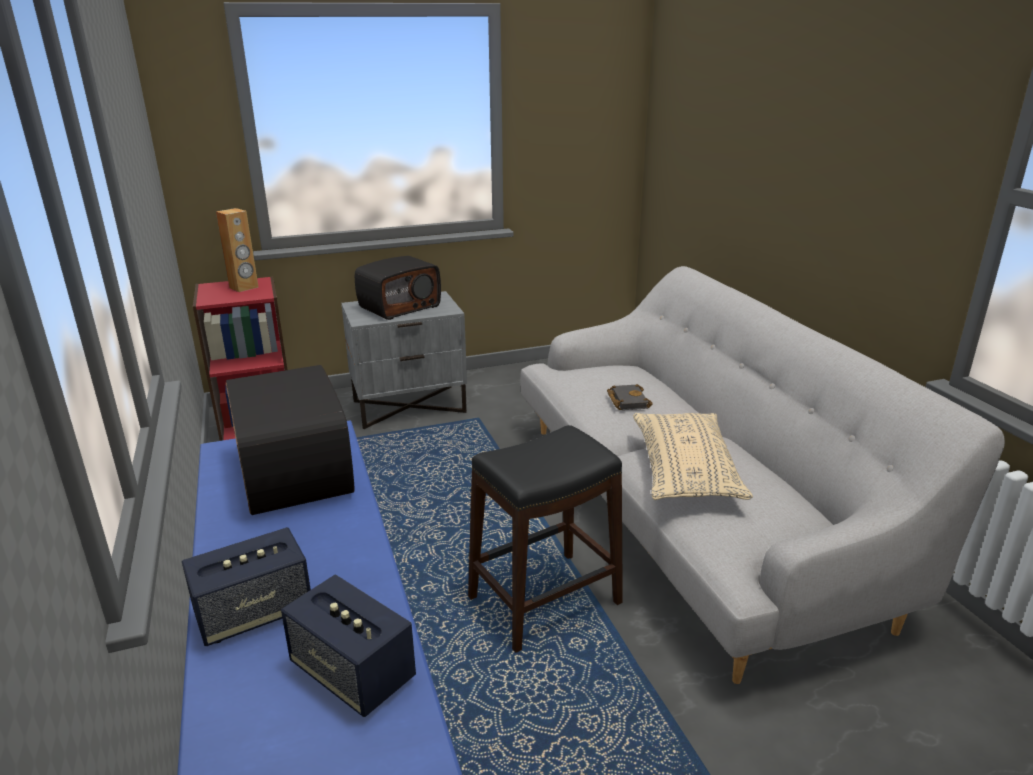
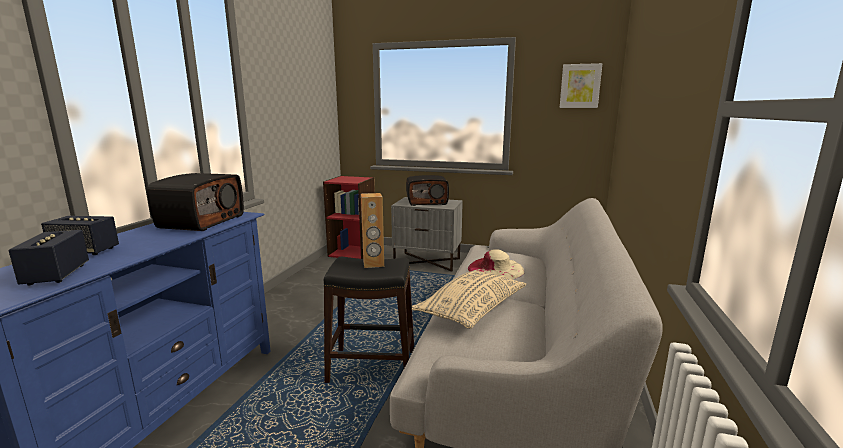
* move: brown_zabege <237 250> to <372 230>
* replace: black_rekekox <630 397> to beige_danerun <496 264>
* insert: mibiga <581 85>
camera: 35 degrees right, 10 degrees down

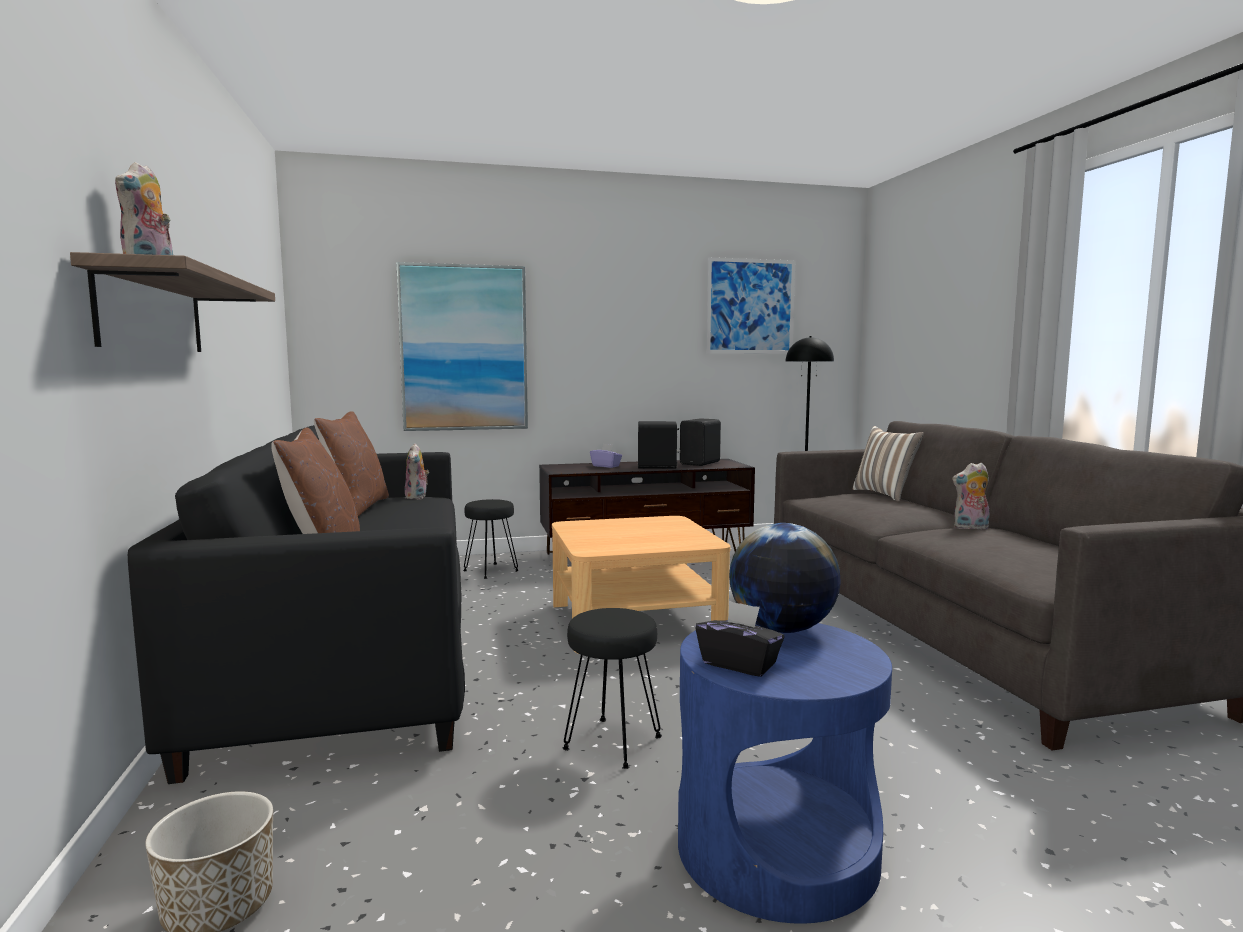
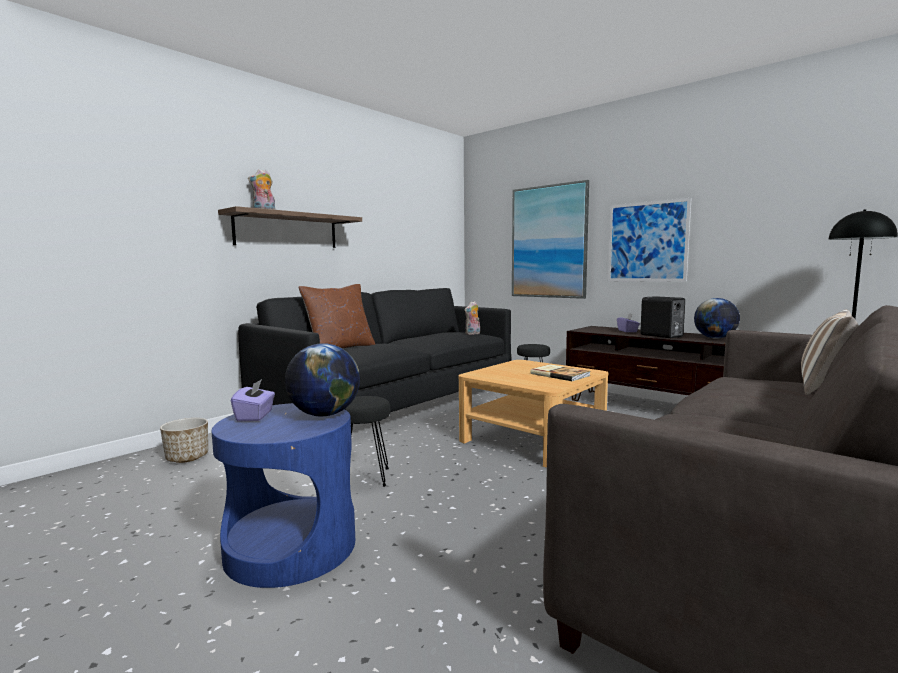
* recolor: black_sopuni <740 639> to purple_sopuni <253 400>
* insert: rekekox <560 372>
* move: mibiga <750 305> to <649 240>
* replace: black_zabege <700 442> to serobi <717 318>
* delete: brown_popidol <351 463>
* delete: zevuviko <971 496>
camera: 55 degrees right, 0 degrees up

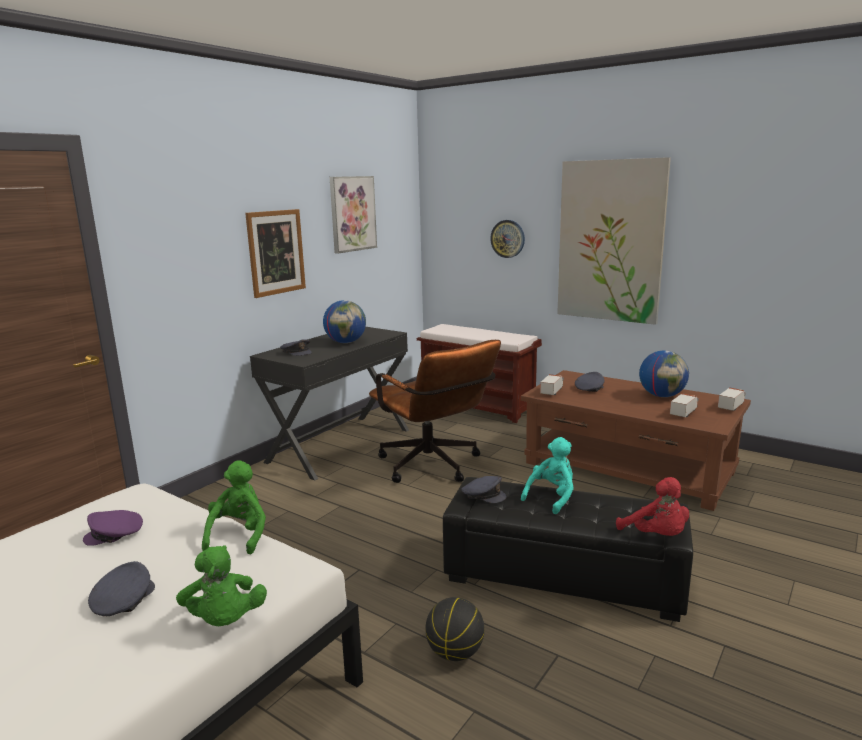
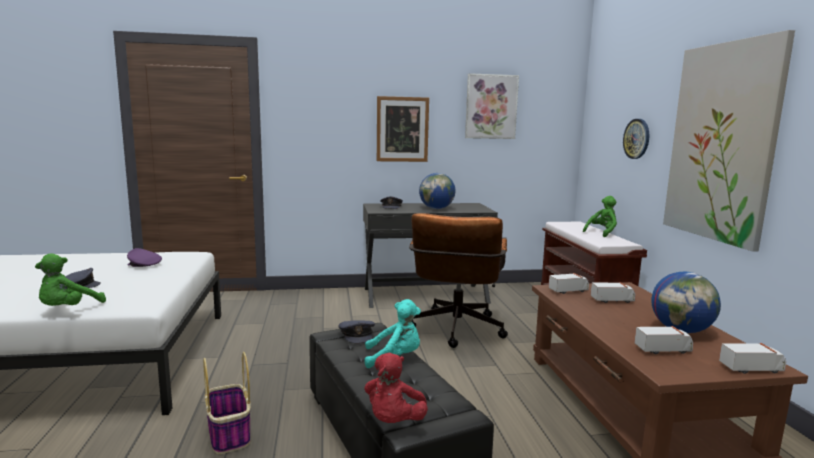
* replace: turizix <454 629> to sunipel <227 403>
* move: green_zevuviko <234 507> to <600 216>
* replace: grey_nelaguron <590 382> to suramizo <613 292>
camera: 45 degrees right, 5 degrees down

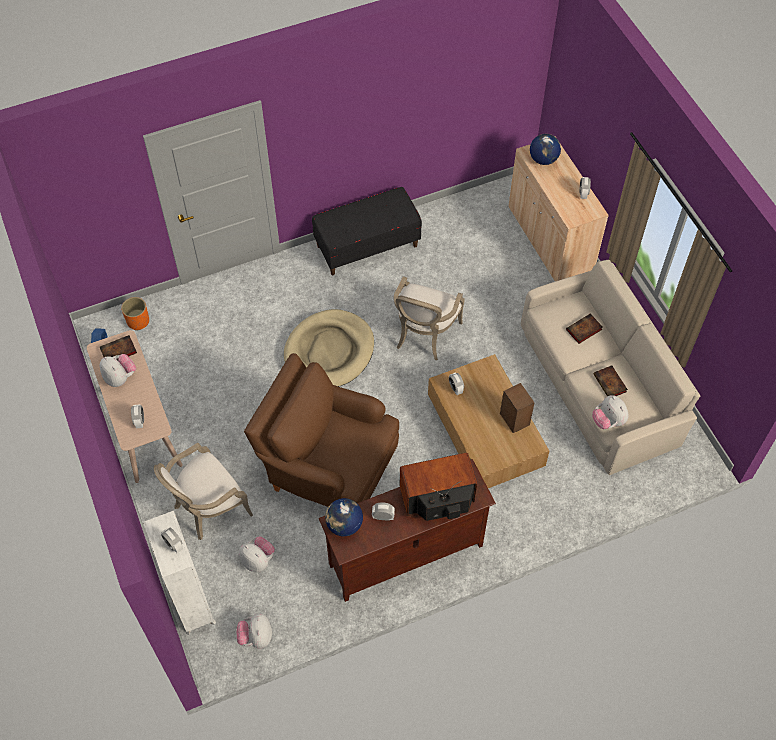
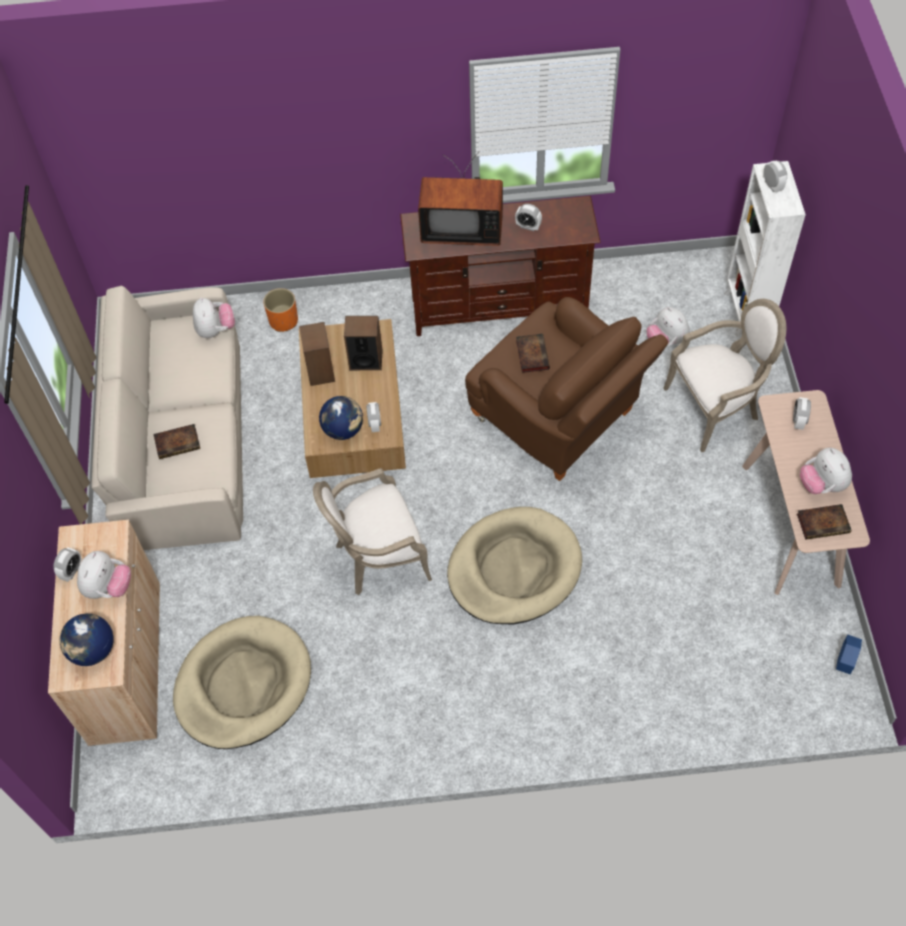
* move: zevuviko <254 630> to <104 575>
* insert: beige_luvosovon <242 682>
* move: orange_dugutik <135 314> to <280 310>
* rotate: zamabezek <429 318> = <372 531> 150 degrees counterclockwise
* move: serobi <344 517> to <341 418>
* insert: zabege <363 343>
* move: rekekox <611 380> to <533 353>
* delete: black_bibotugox <367 231>
camera: 160 degrees left, 0 degrees up

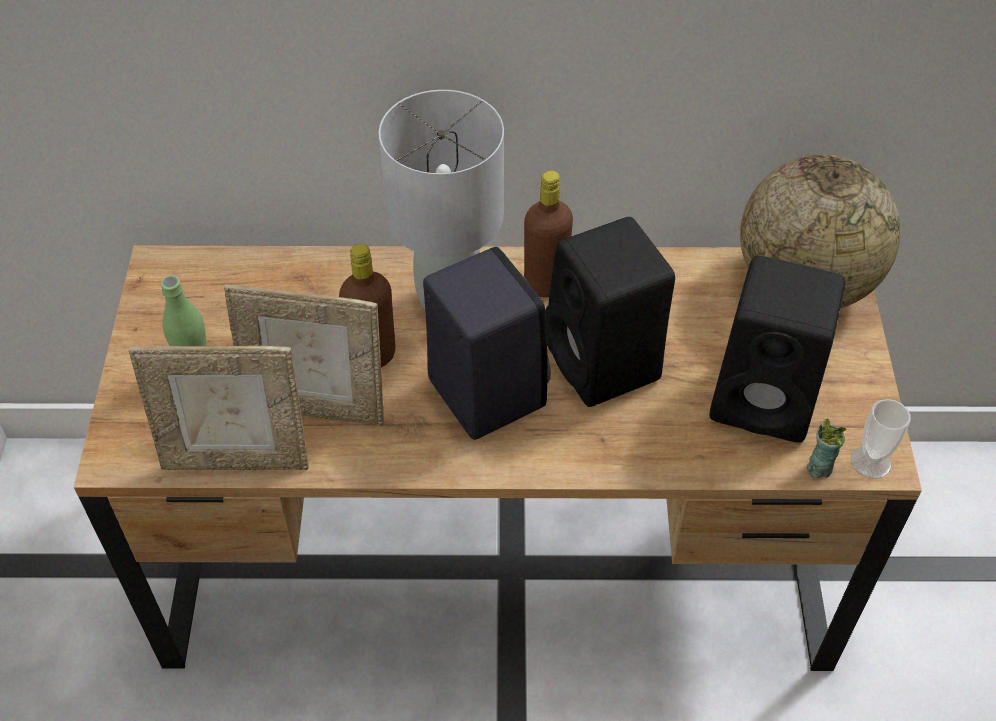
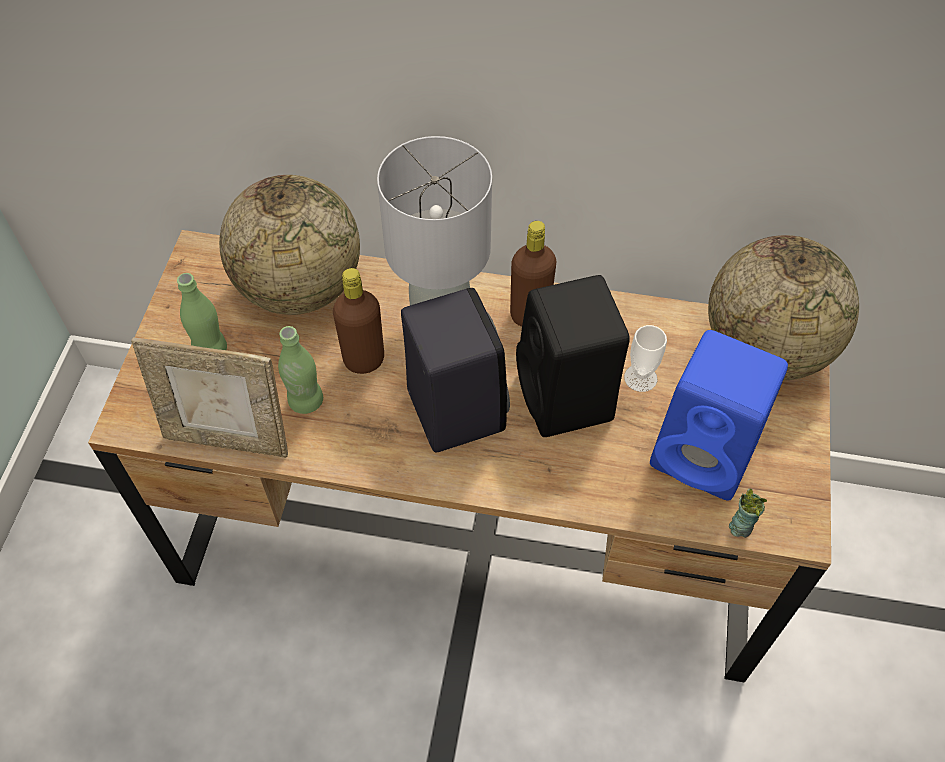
* insert: serobi <289 245>
* replace: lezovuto <304 355> to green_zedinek <300 370>
* move: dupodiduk <881 439> to <645 358>
* recolor: black_zabege <777 349> to blue_zabege <719 415>
camera: 10 degrees right, 5 degrees up

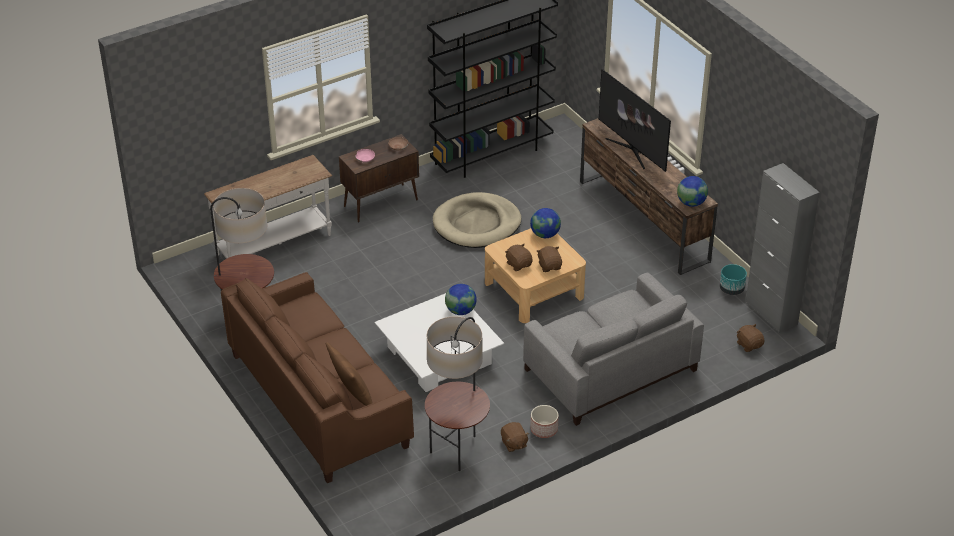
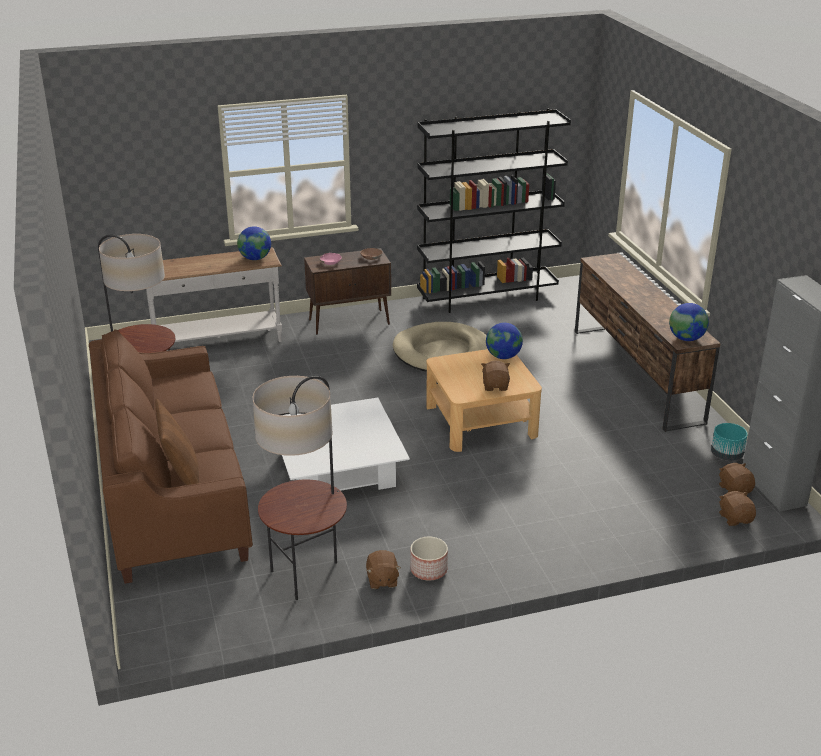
* move: serobi <461 299> to <254 243>
* move: brown_zevuviko <519 257> to <737 478>
* delete: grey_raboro <613 349>
* delete: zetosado <635 120>
camera: 15 degrees right, 10 degrees down

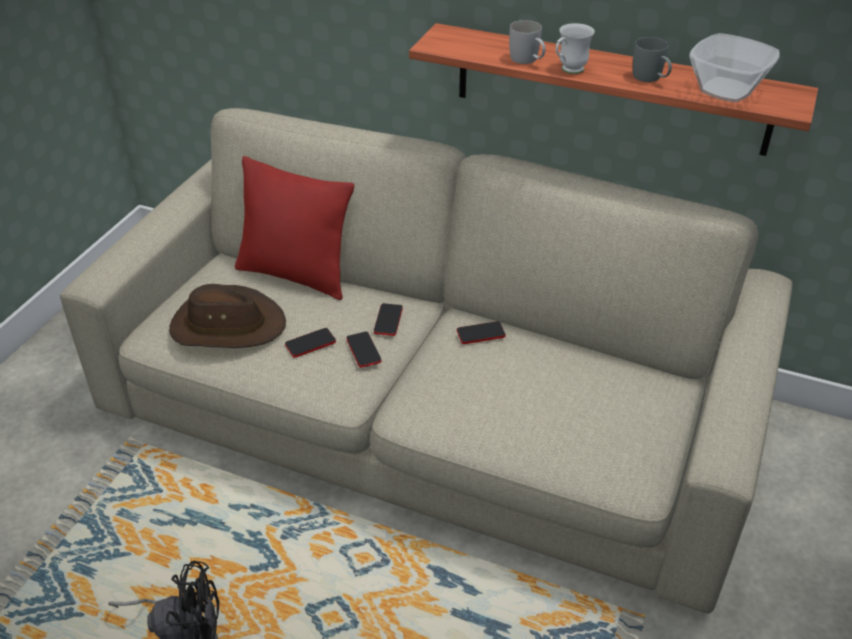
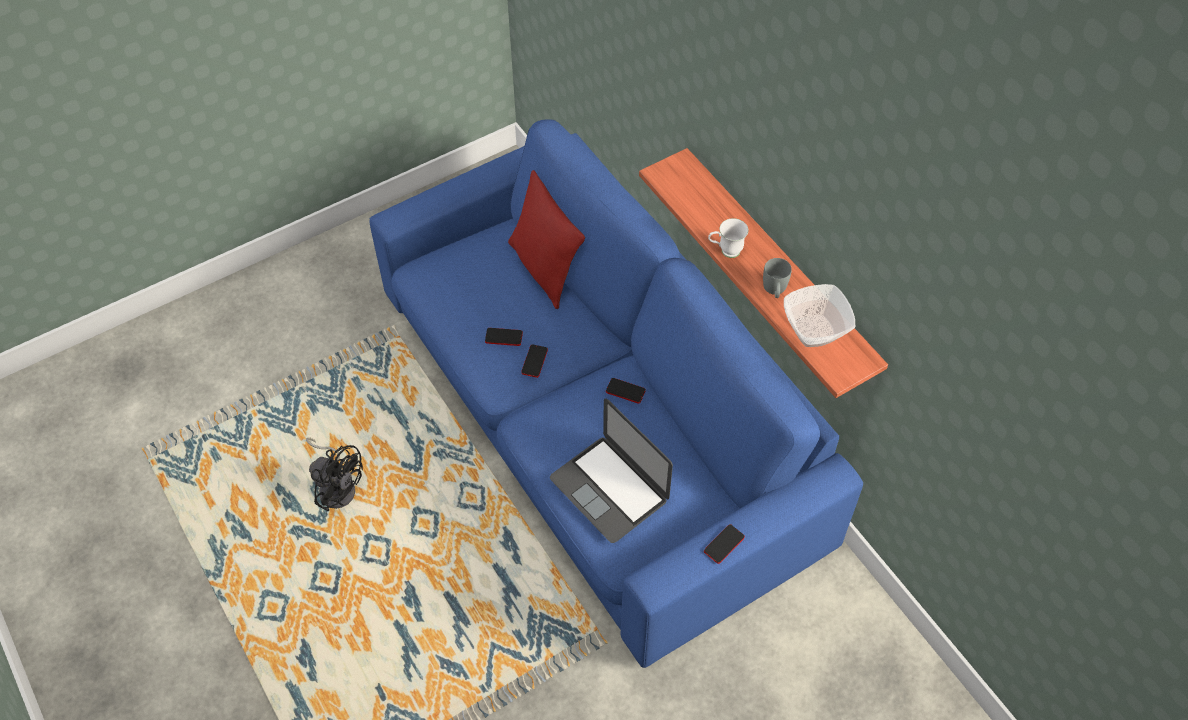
* recolor: beige_raboro <426 361> to blue_raboro <616 393>
* insert: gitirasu <611 470>
* move: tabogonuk <388 319> to <724 544>
* delete: brown_danerun <227 316>
* delete: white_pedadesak <527 42>
camera: 35 degrees right, 15 degrees up

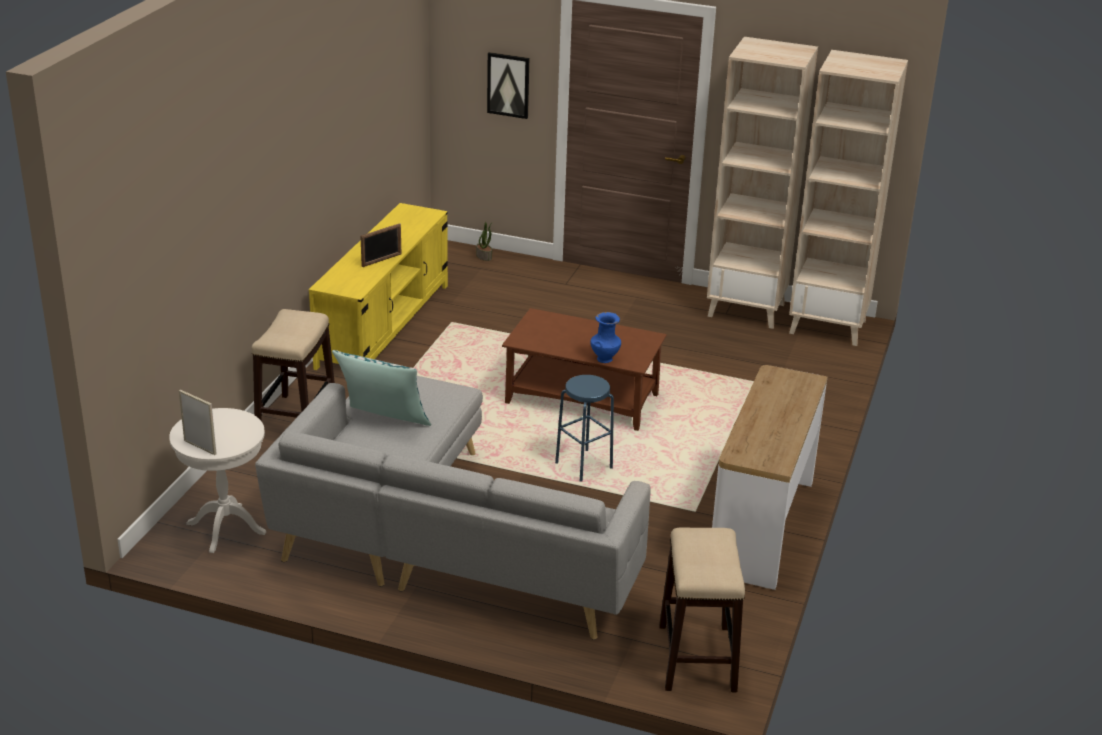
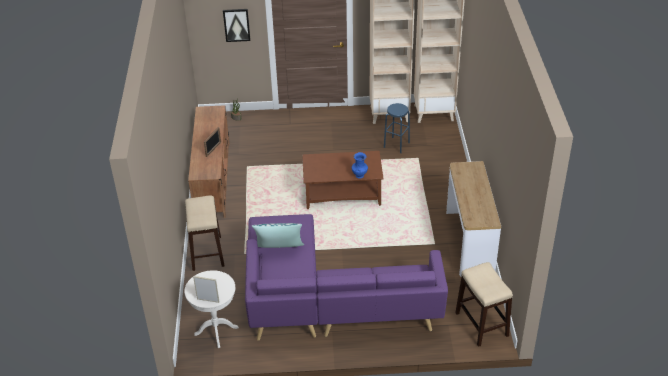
* recolor: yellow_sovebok <378 286> to brown_sovebok <209 161>
* recolor: grey_raboro <453 508> to purple_raboro <346 277>
* move: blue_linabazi <584 428> to <397 128>
camera: 20 degrees left, 10 degrees up

